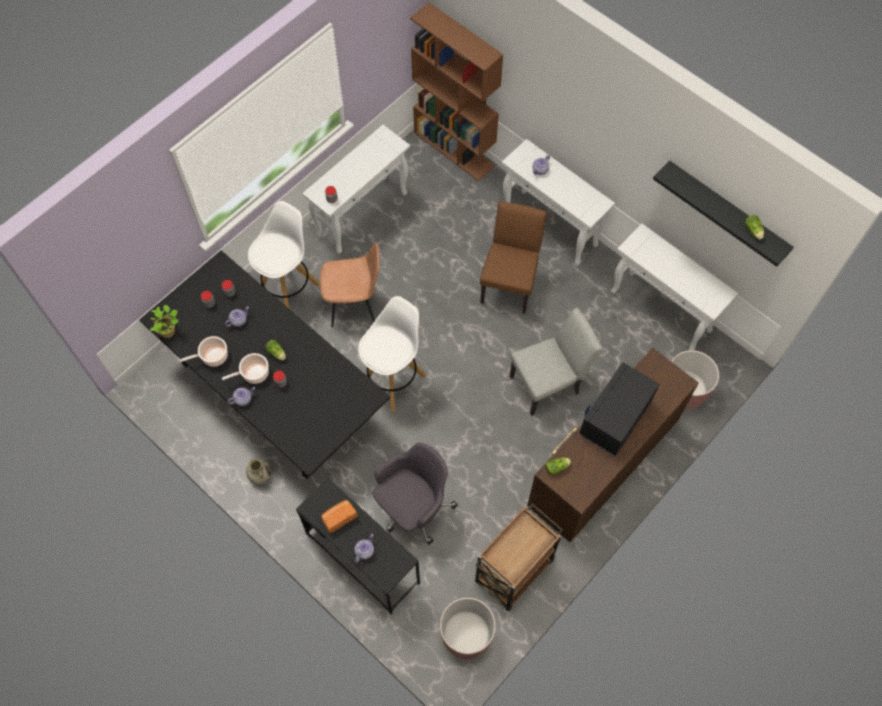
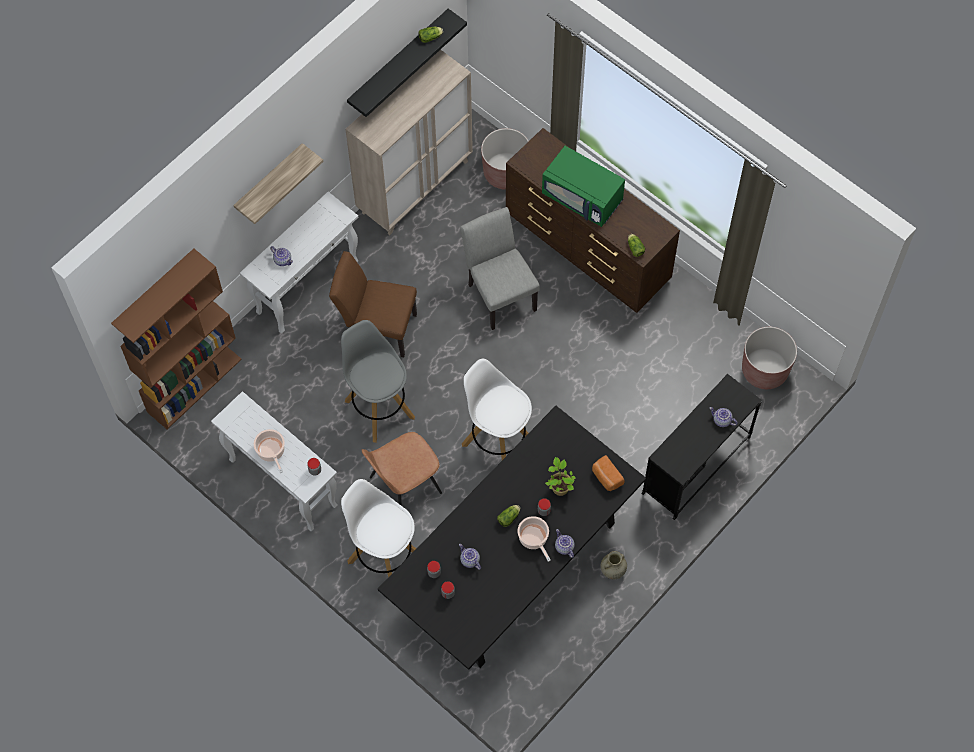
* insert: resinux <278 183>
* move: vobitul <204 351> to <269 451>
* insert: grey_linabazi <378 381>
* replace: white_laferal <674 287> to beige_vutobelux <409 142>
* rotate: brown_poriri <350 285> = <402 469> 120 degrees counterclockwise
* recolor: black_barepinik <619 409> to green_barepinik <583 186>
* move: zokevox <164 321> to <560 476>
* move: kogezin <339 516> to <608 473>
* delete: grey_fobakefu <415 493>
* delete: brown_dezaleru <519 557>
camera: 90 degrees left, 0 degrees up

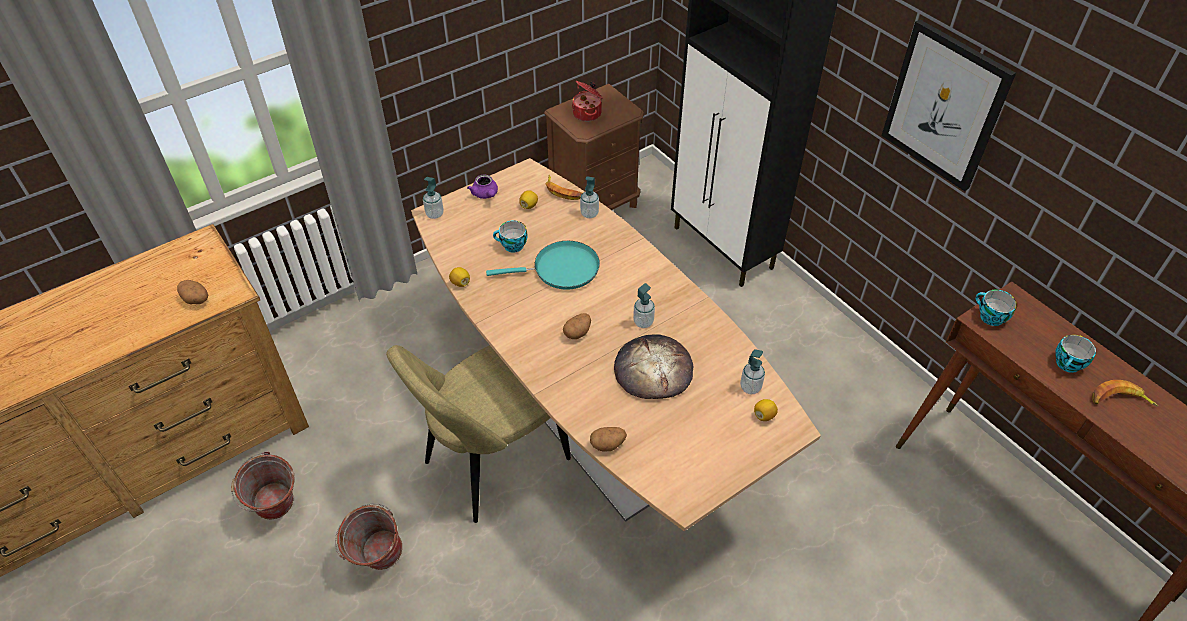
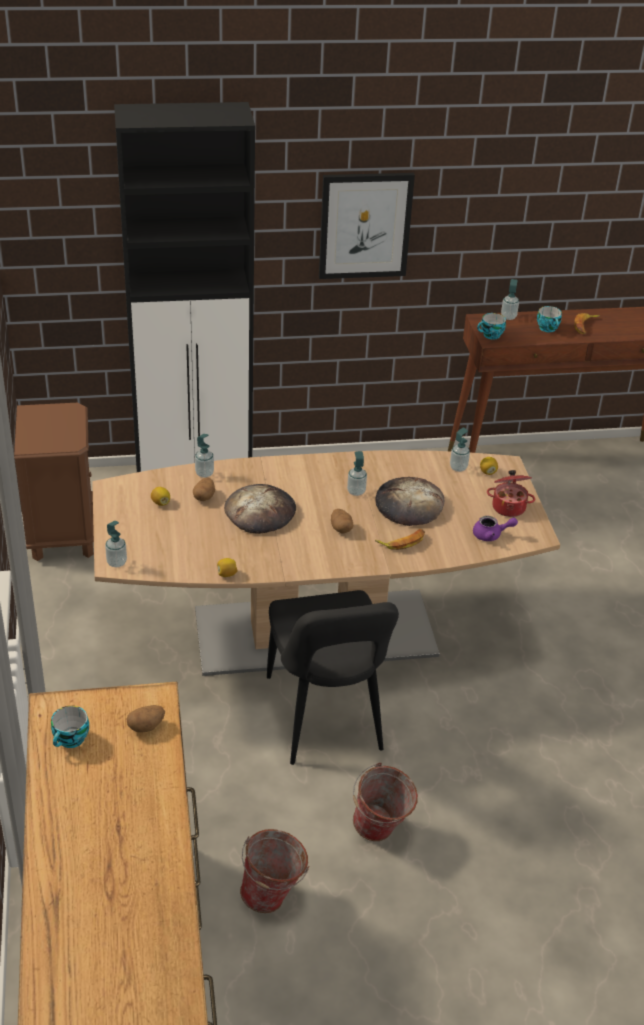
* move: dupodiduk <510 236> to <70 727>
* move: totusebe <608 439> to <204 489>
* replace: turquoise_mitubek <543 265> to kogezin <260 509>
* recolor: beige_poriri <478 434> to black_poriri <333 677>
* move: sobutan <564 187> to <400 539>
* move: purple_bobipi <482 186> to <495 528>
* move: vobitul <587 101> to <511 493>
* insert: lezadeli <510 299>
camera: 65 degrees left, 10 degrees down

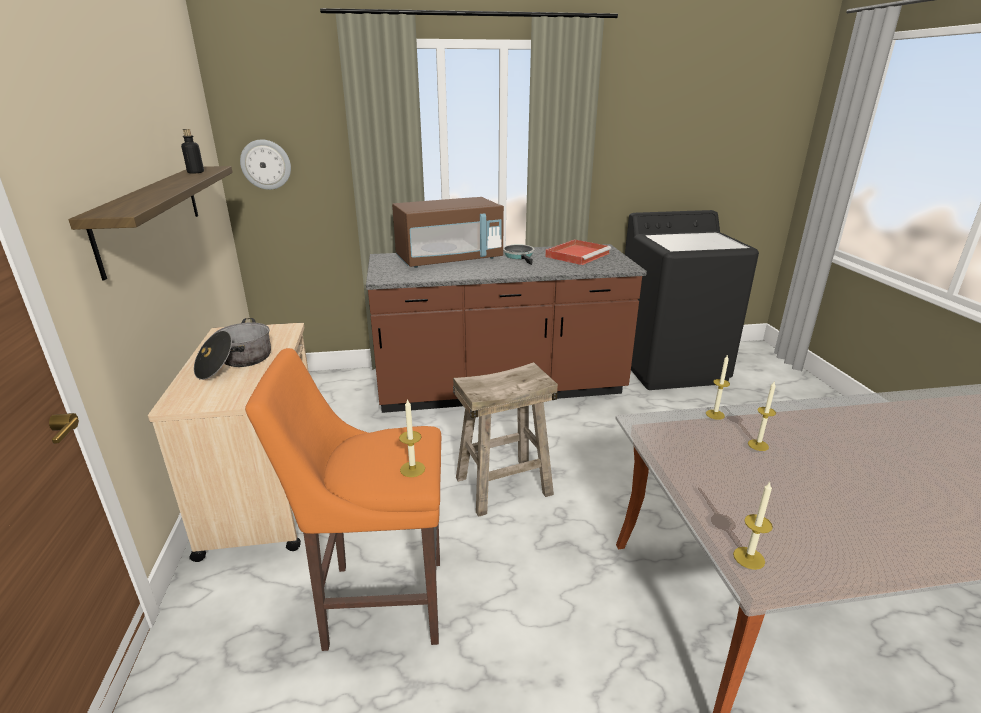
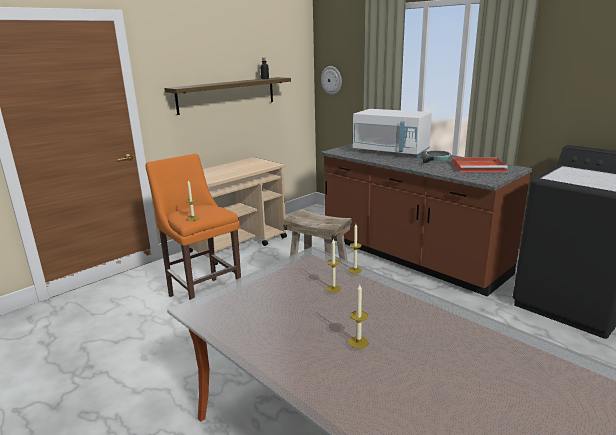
* move: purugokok <753 526> to <358 316>
* recolor: brown_barepinik <448 232> to white_barepinik <392 133>
* delete: vobitul <232 349>
camera: 55 degrees right, 5 degrees down

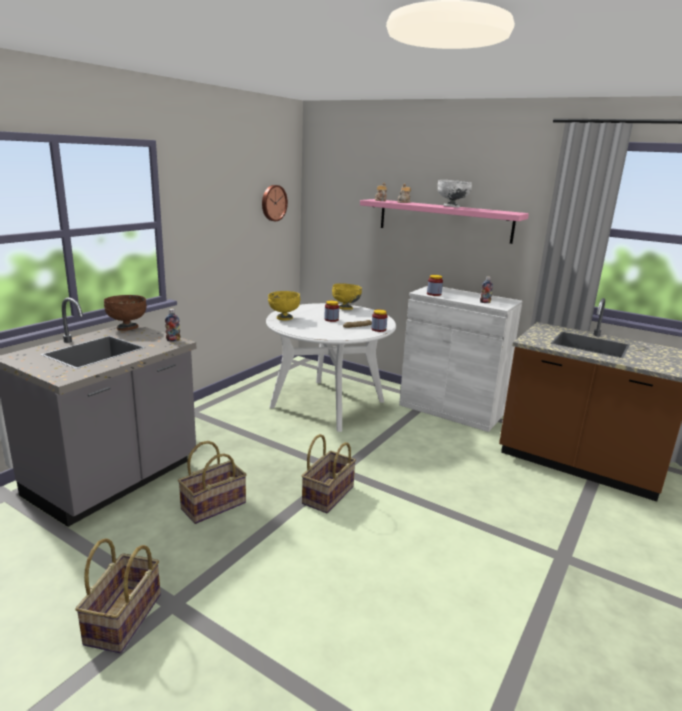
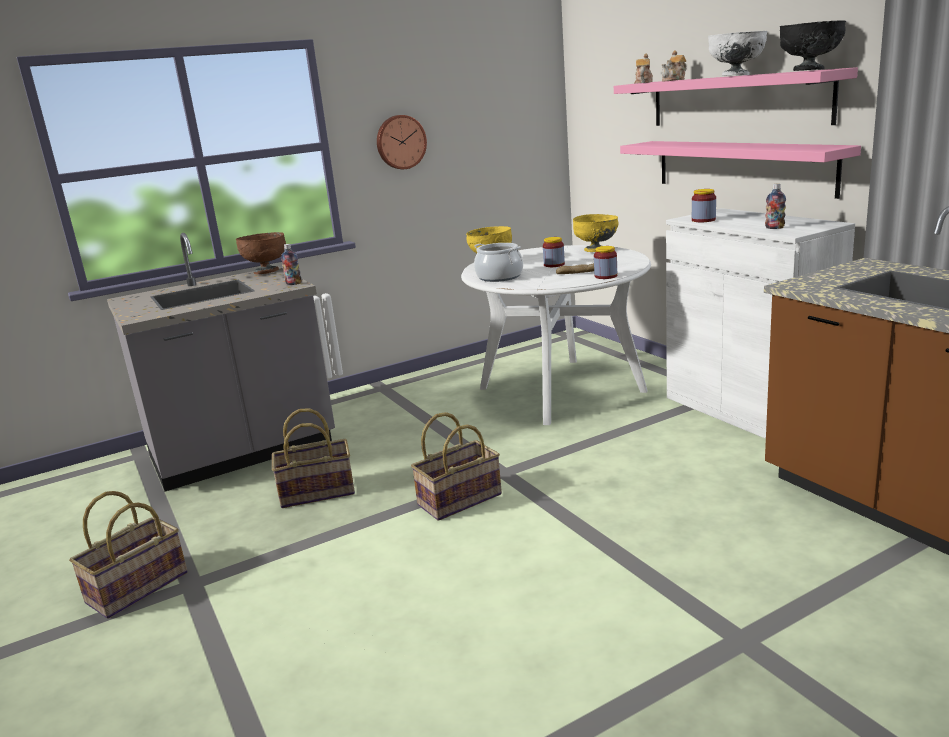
* move: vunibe <275 203> to <402 142>
* insert: vobitul <498 262>
* insert: pink_resinux <740 170>
* insert: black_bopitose <813 45>
camera: 30 degrees right, 0 degrees up

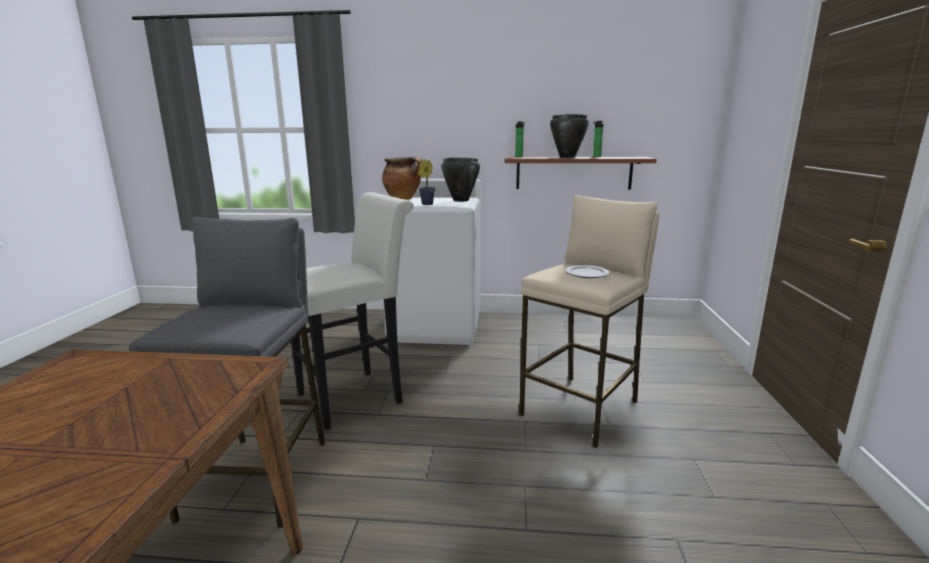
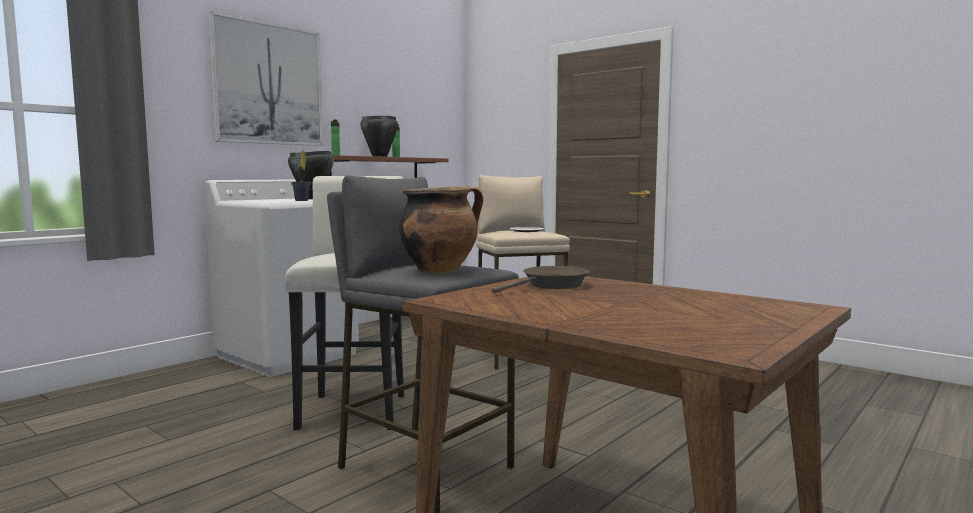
* insert: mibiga <265 78>
* move: vobitul <402 178> to <441 229>
* insert: brown_mitubek <541 279>
camera: 55 degrees left, 10 degrees down

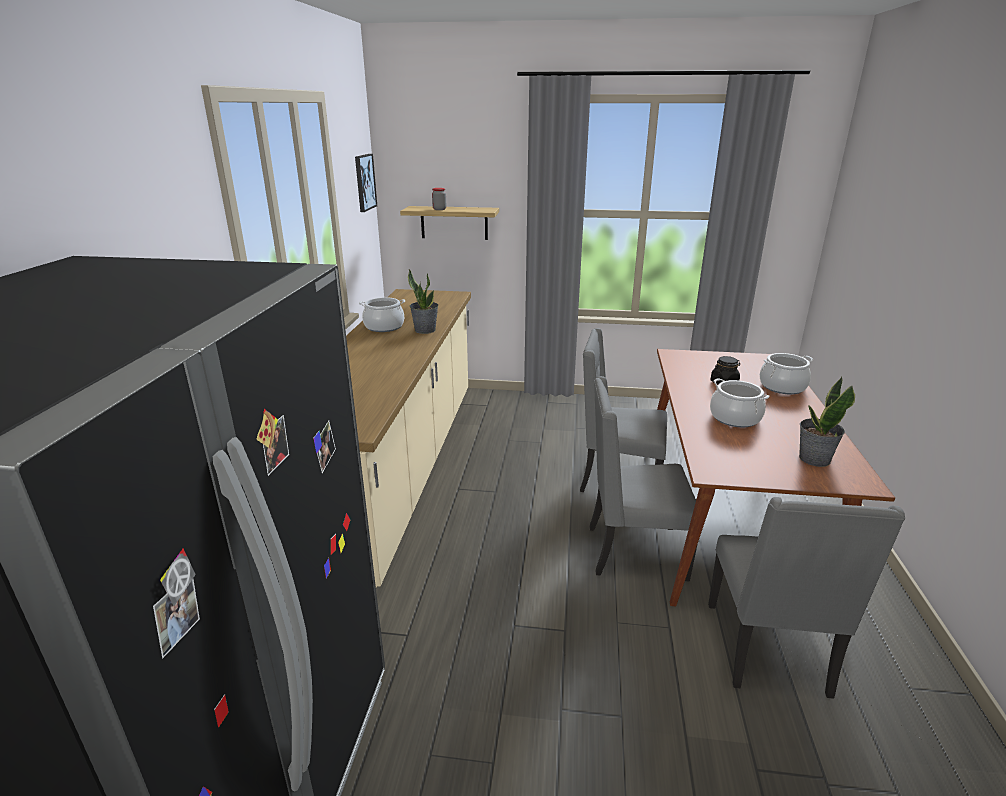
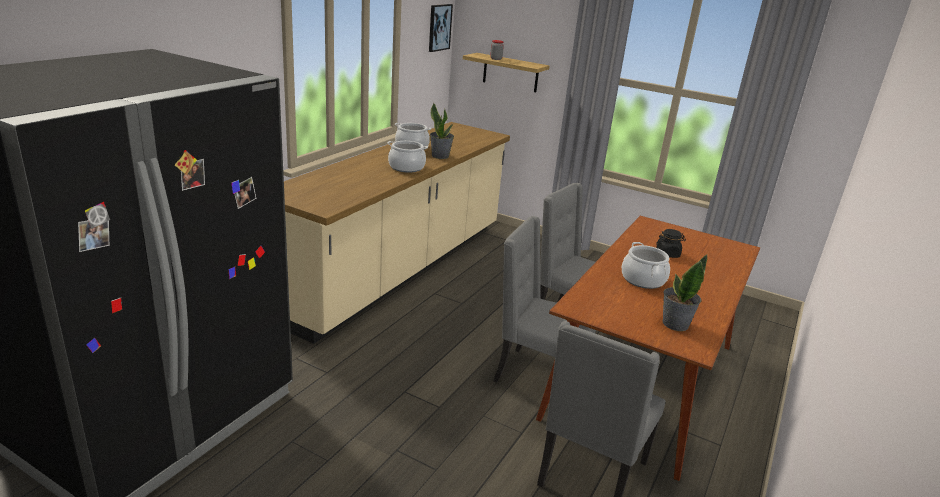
* move: vobitul <786 373> to <407 157>
camera: 20 degrees right, 0 degrees up

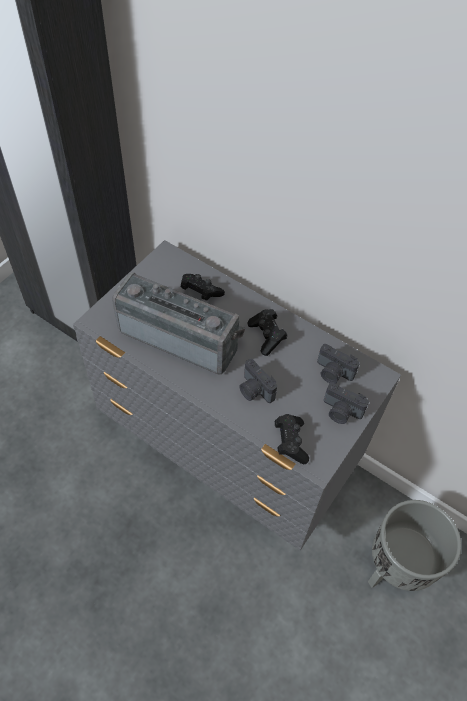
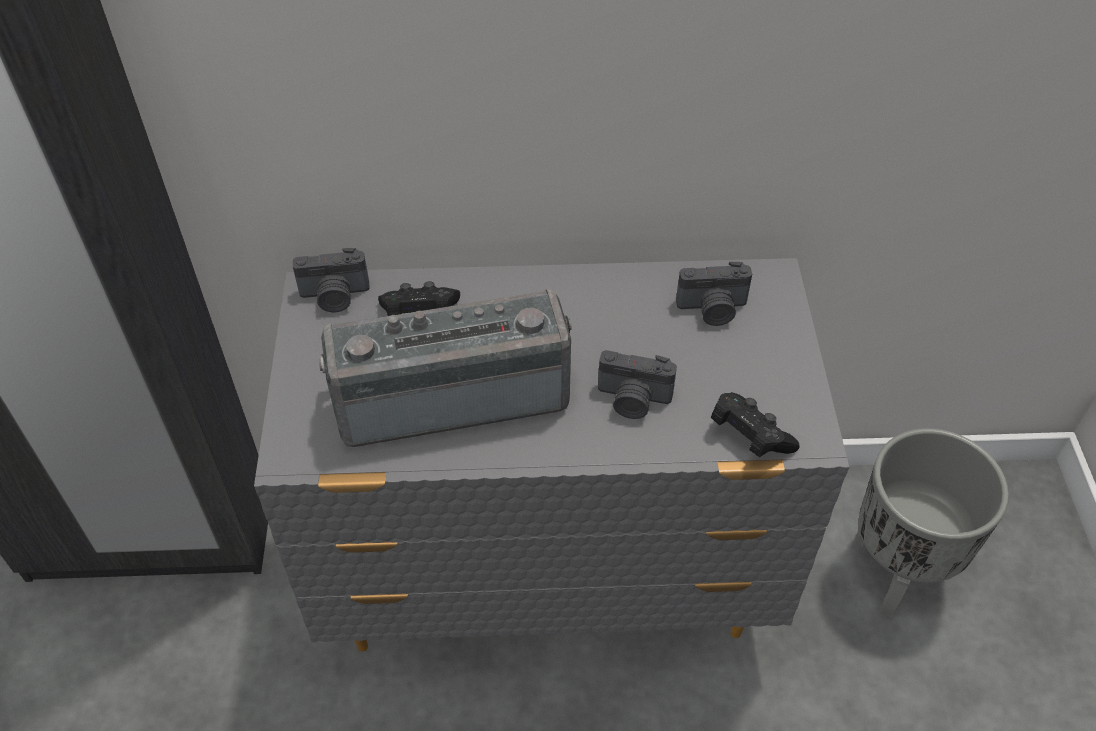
* move: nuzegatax <346 403> to <331 280>
* delete: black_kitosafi <267 332>
camera: 35 degrees left, 5 degrees down

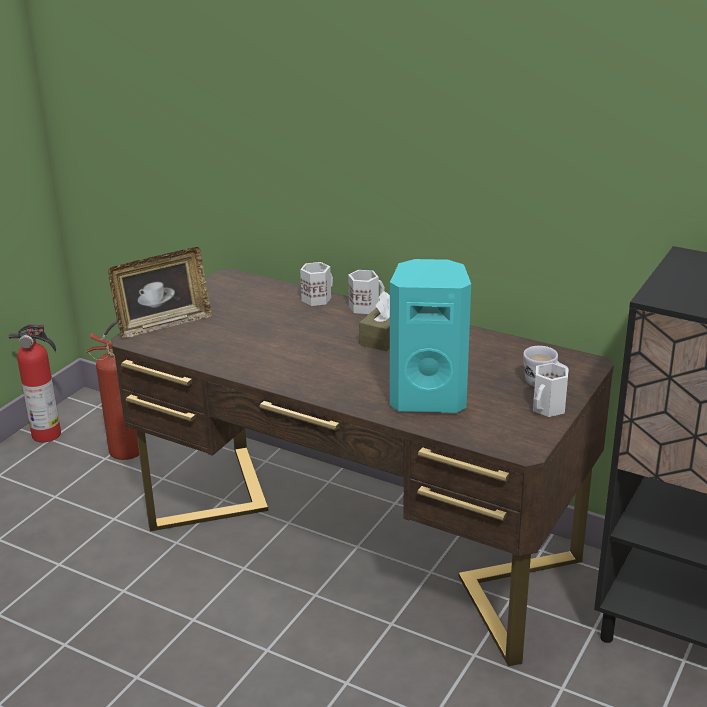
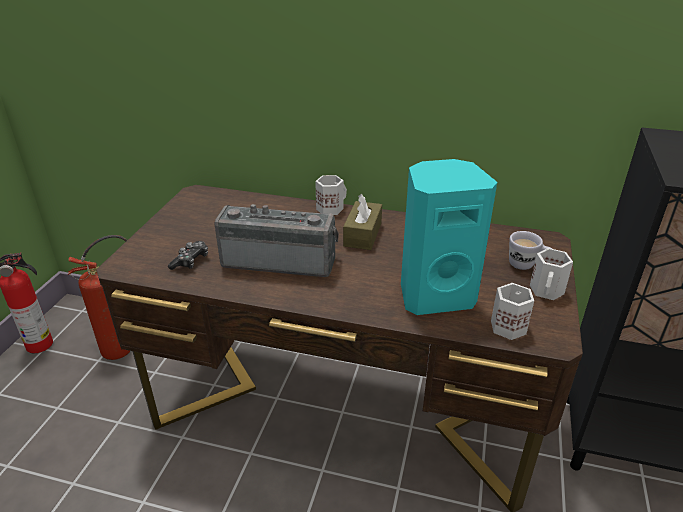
* insert: kitosafi <188 255>
* insert: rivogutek <276 240>
* move: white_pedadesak <316 284> to <512 311>
* delete: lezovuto <160 292>
camera: 15 degrees left, 5 degrees up

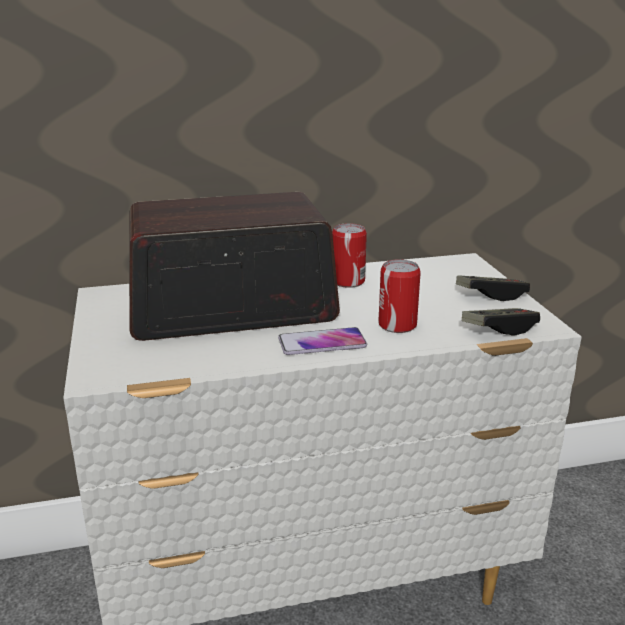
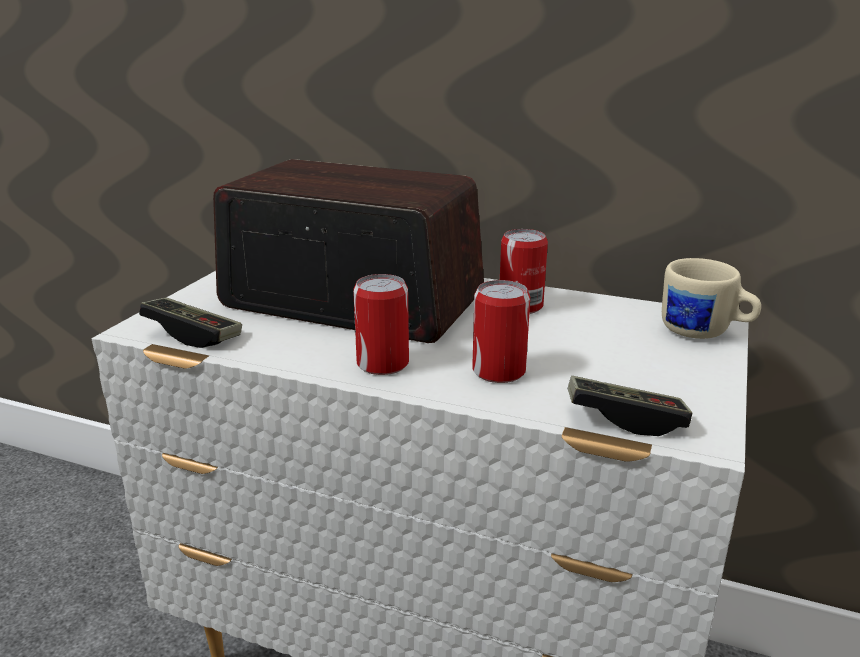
* move: kitosafi <493 288> to <190 322>
* replace: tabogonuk <322 341> to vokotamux <381 324>
* insert: beige_pedadesak <711 298>
camera: 35 degrees right, 0 degrees up

